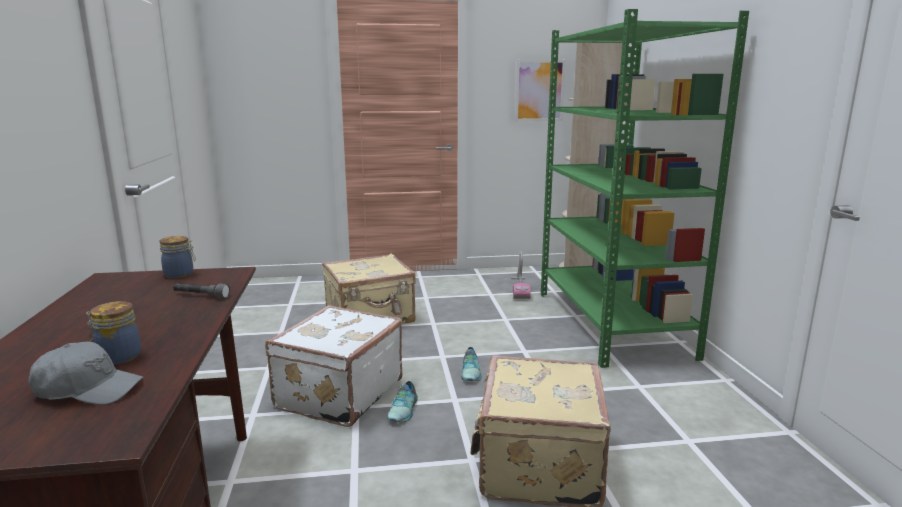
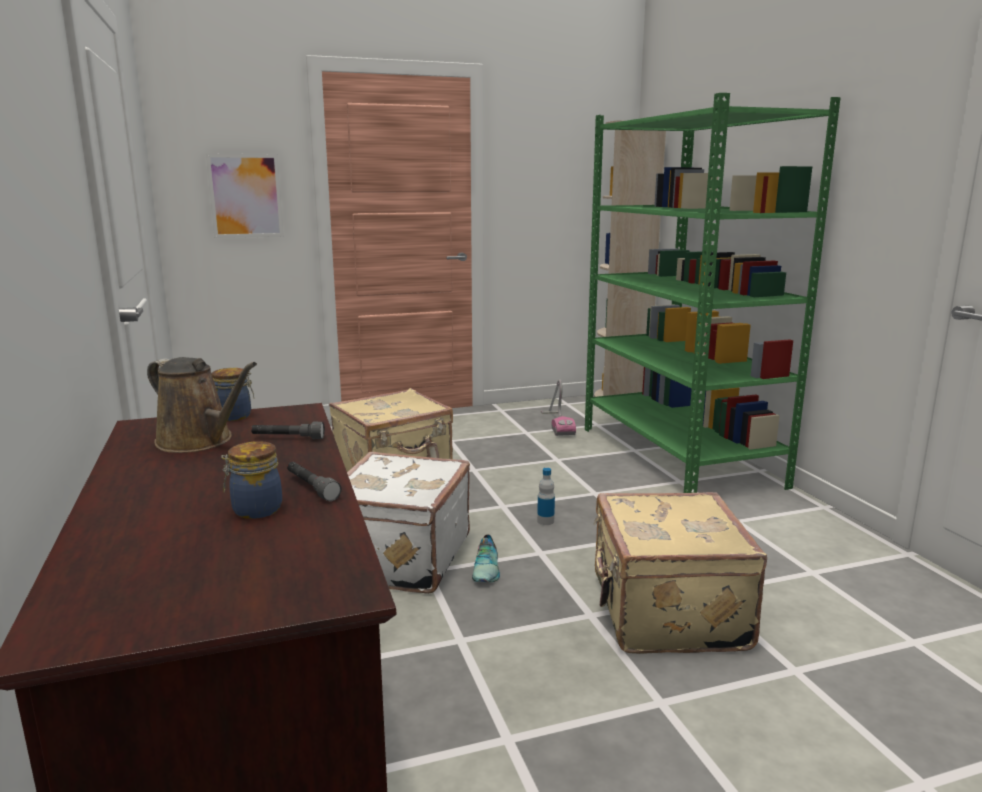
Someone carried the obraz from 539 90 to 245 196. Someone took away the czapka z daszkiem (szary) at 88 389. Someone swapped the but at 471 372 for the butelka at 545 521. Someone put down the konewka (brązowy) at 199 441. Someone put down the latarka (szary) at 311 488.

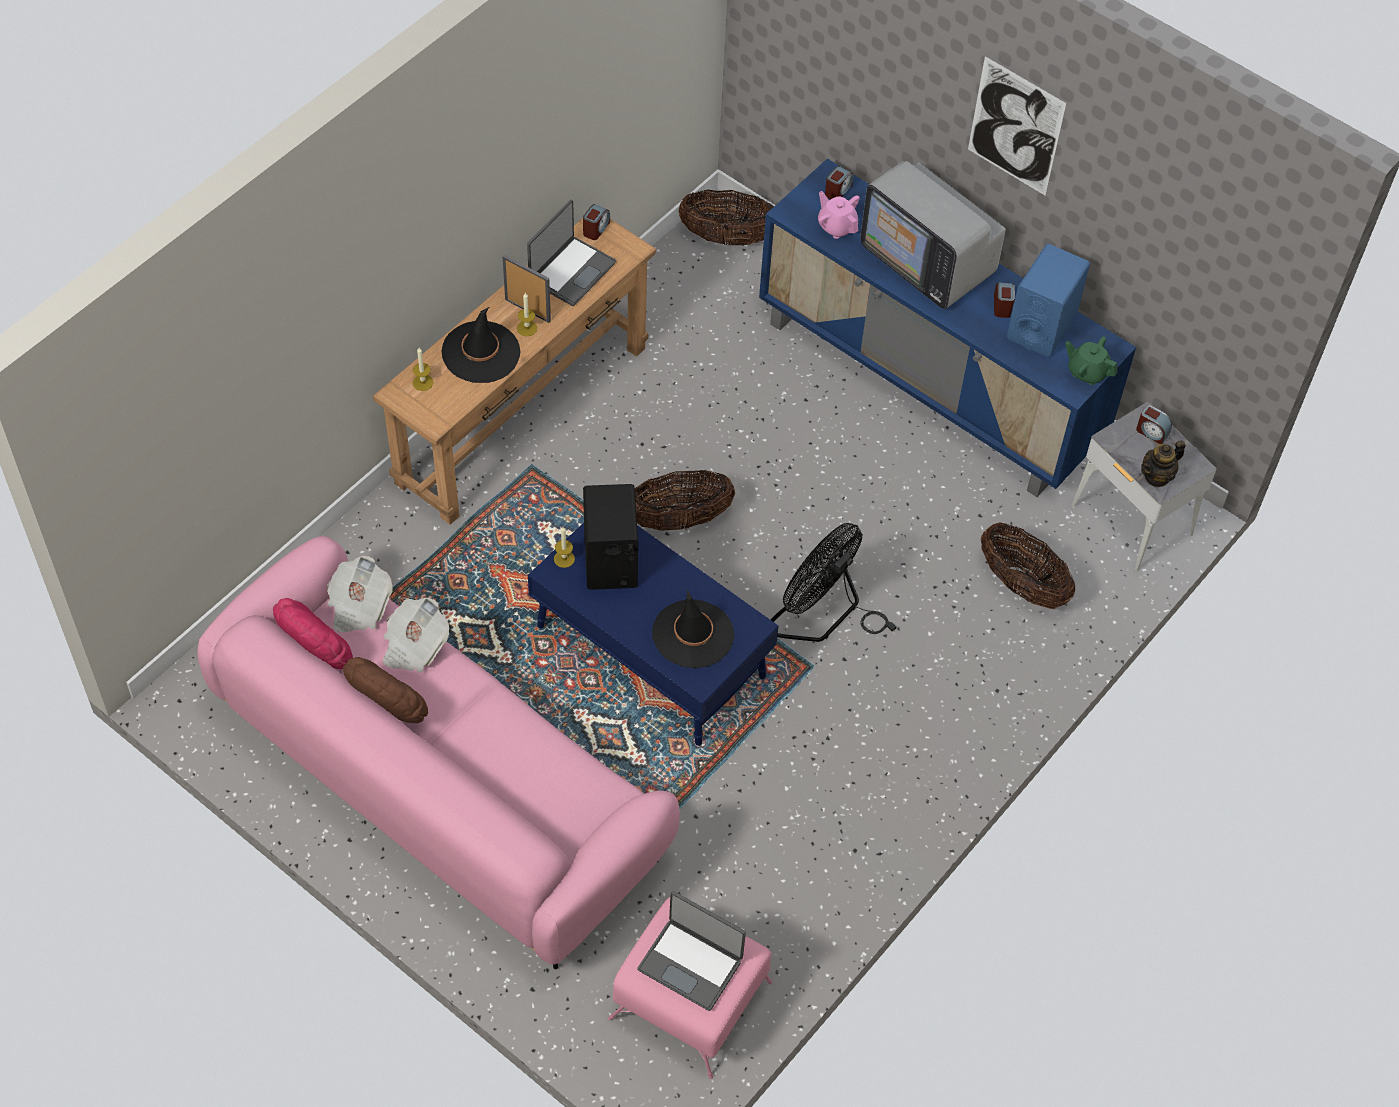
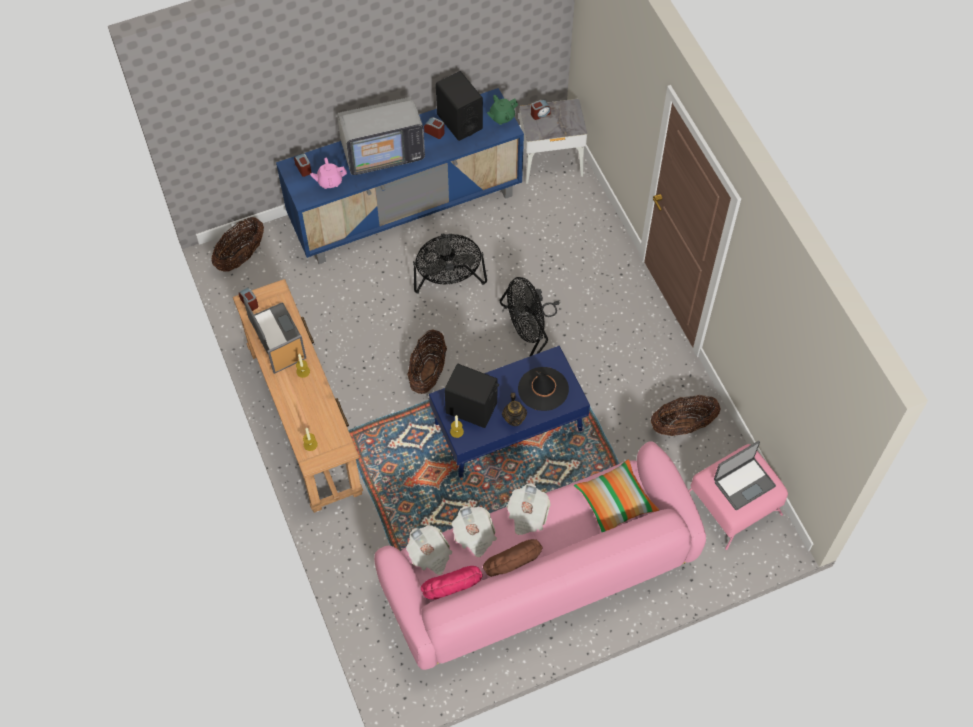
Someone took away the obraz at 1015 126. Someone repainted the głośnik (niebieski) at 1041 326, which became the głośnik (czarny) at 459 121. Someone took away the kapelusz (czarny) at 481 352. Someone carried the imbryk from 1157 476 to 514 418. Someone carried the koszyk from 1022 585 to 682 425. Someone put down the wentylator (czarny) at 445 276. Someone put down the poduszka at 615 502. Someone put down the gazeta at 527 515.

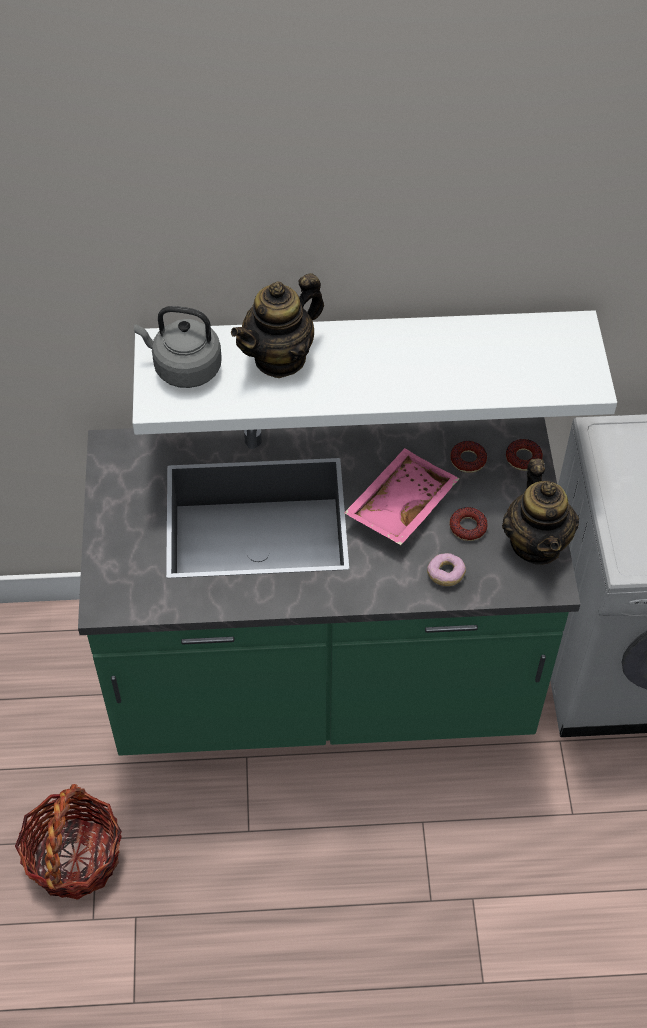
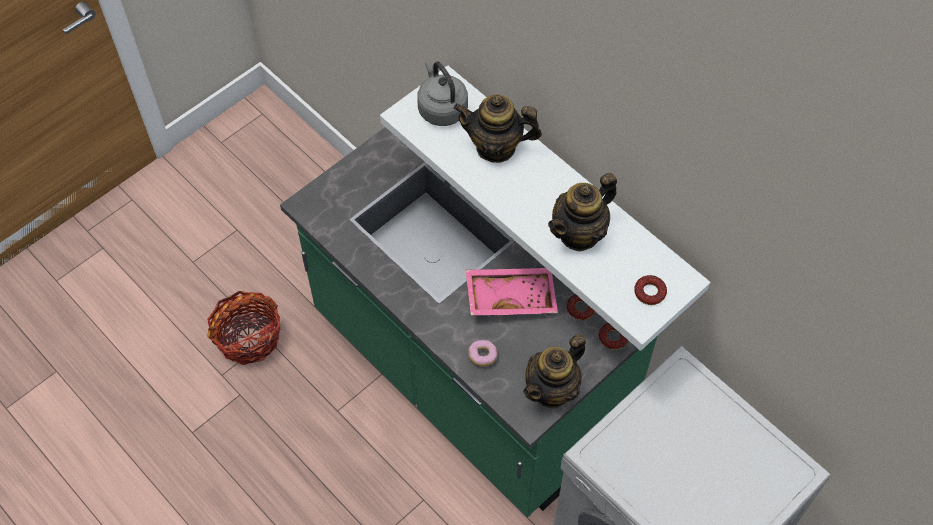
Someone carried the donut from 468 527 to 650 292. Someone put down the imbryk at 579 233.

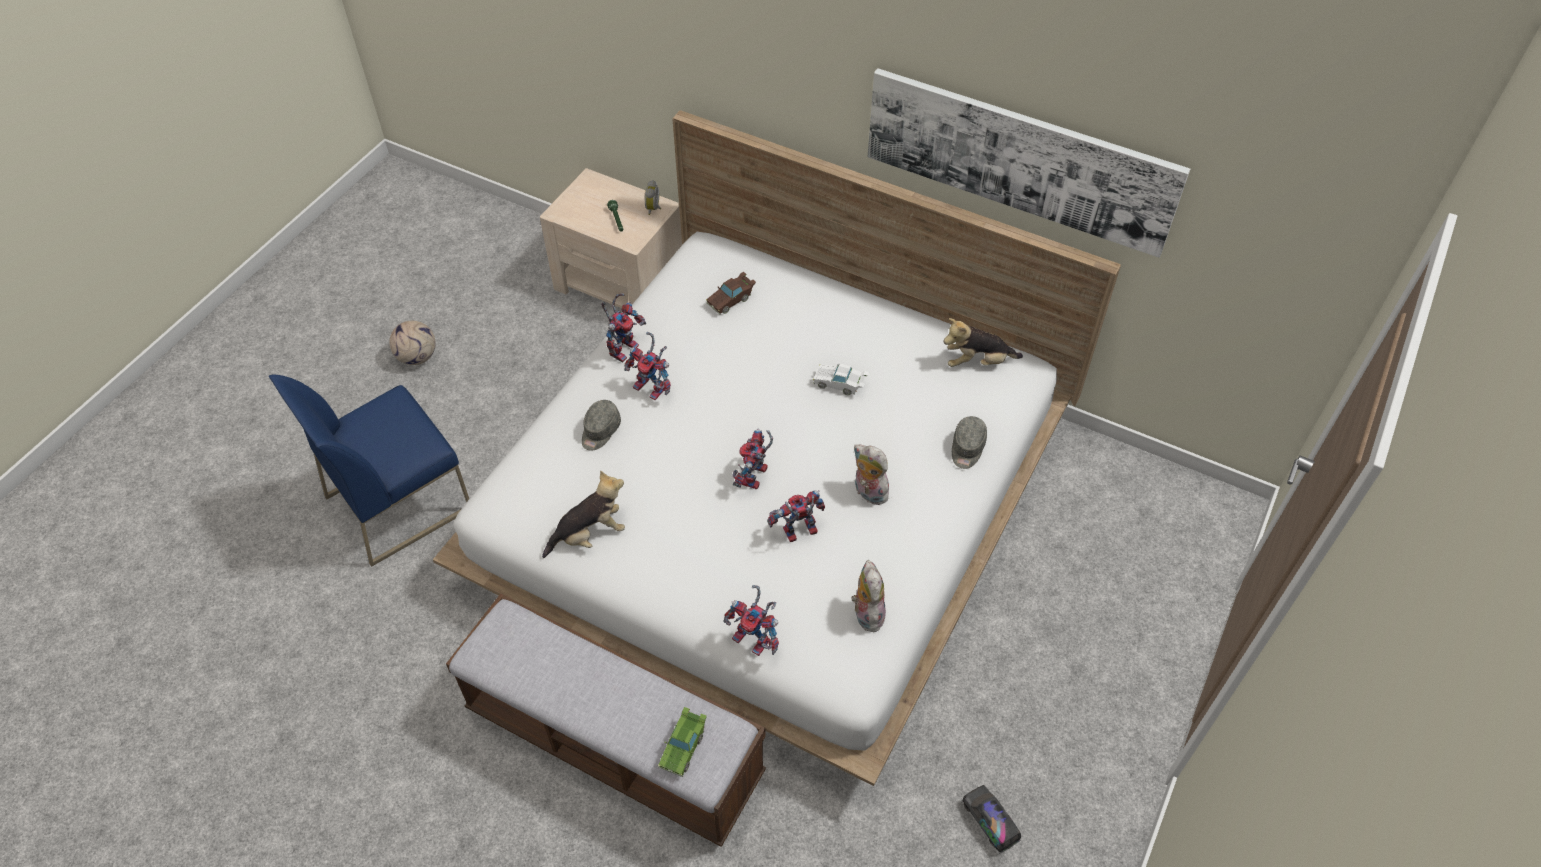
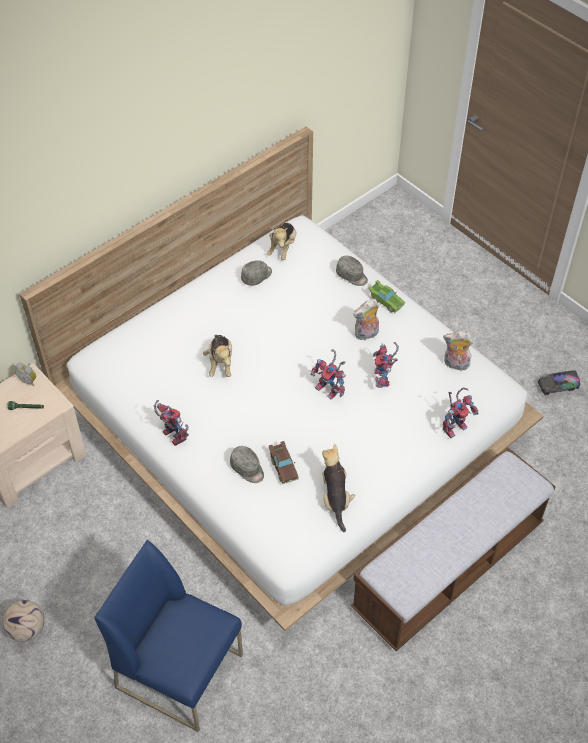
Someone took away the obraz at 1019 159. Someone carried the samochodzik (brązowy) from 731 300 to 283 467. Someone took away the robot zabawkowy at 653 388. Someone took away the samochodzik (biały) at 840 384. Someone rotated the krzesło (niebieski) at 399 501 by 135 degrees clockwise. Someone carried the samochodzik (zielony) from 683 747 to 385 301. Someone put down the czapka z daszkiem (szary) at 257 276. Someone put down the pluszak at 220 363.

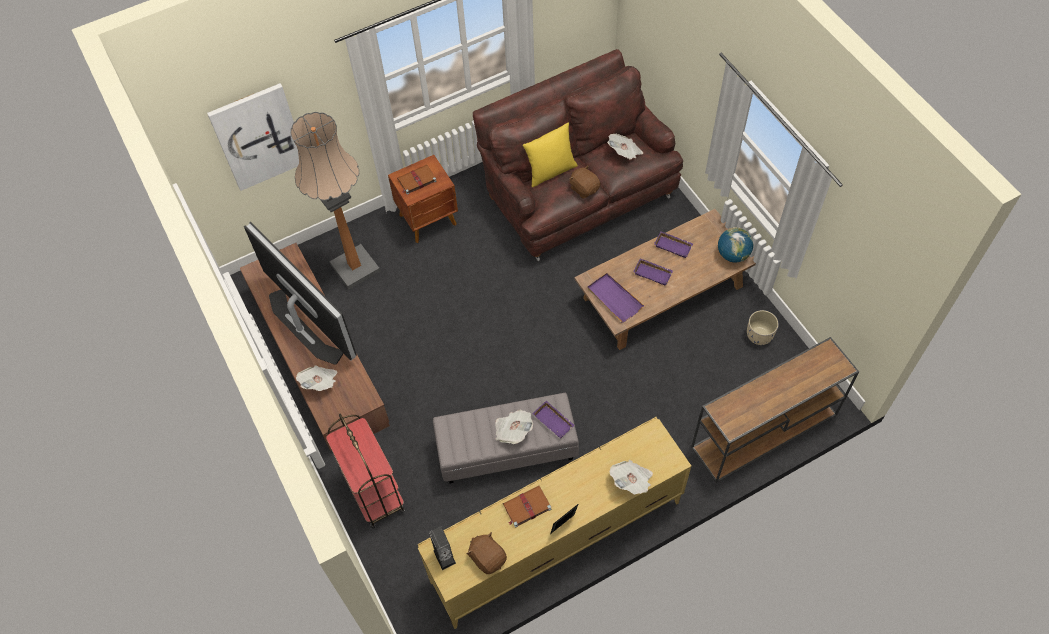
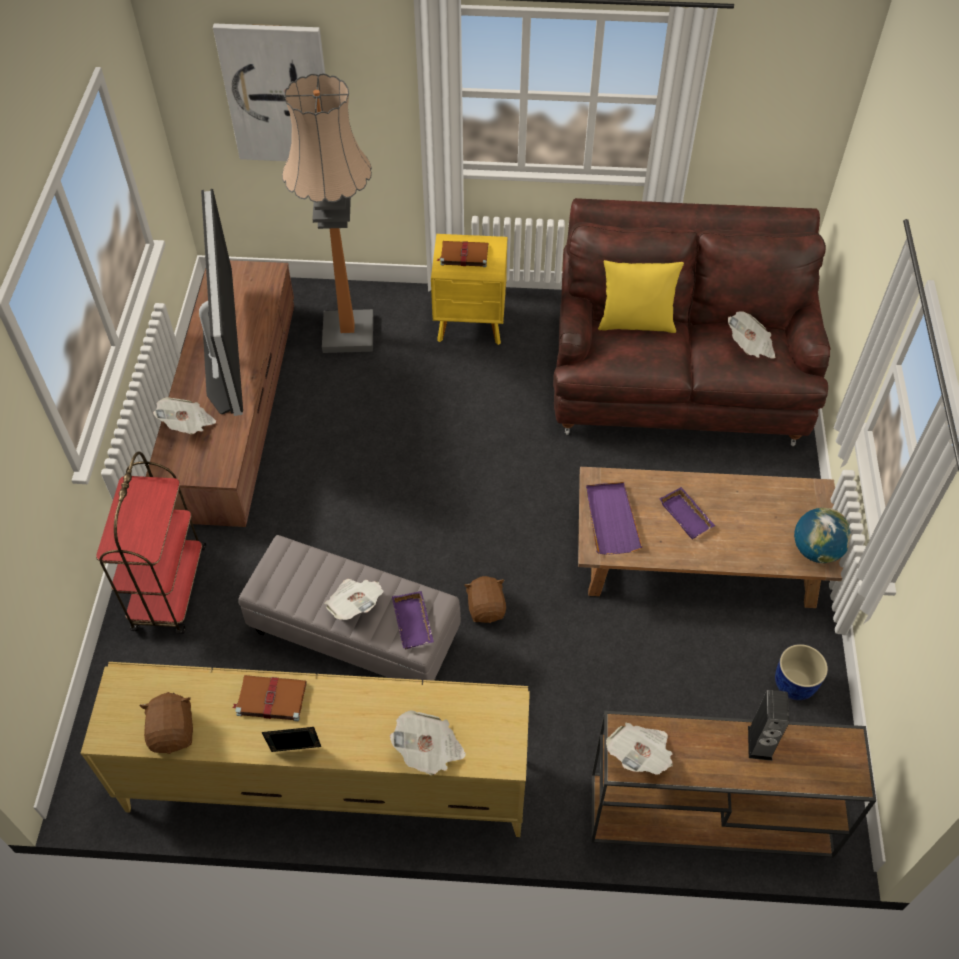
Someone repainted the szafka nocna (brązowy) at 429 220, which became the szafka nocna (żółty) at 471 324. Someone carried the pluszak (brązowy) from 584 188 to 486 608. Someone took away the taca (fioletowy) at 674 246. Someone repainted the donica (beżowy) at 759 336, which became the donica (niebieski) at 794 684. Someone carried the głośnik from 444 557 to 760 743. Someone put down the gazeta at 640 755.

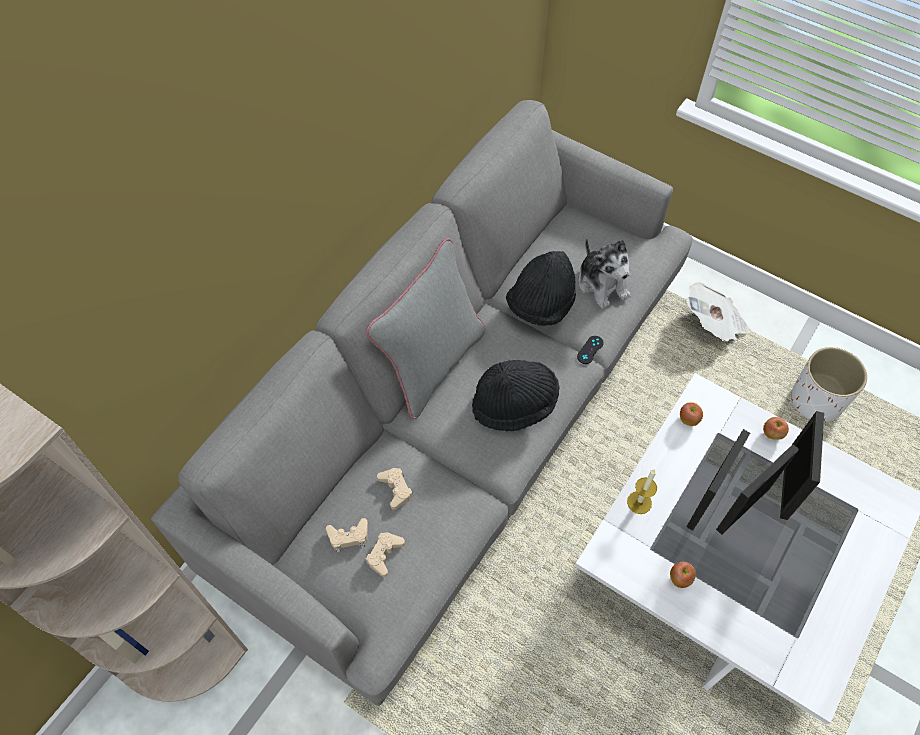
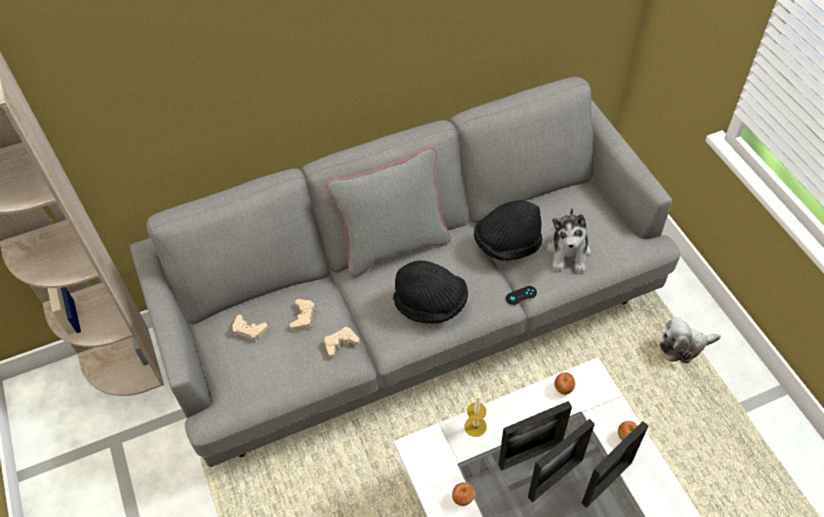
Someone swapped the gazeta at 714 324 for the pluszak at 683 346. Someone took away the donica (biały) at 816 401. Someone rotated the ramka na zdjęcie at 743 509 by 150 degrees clockwise. Someone carried the pad do gier (beżowy) from 384 554 to 340 343.

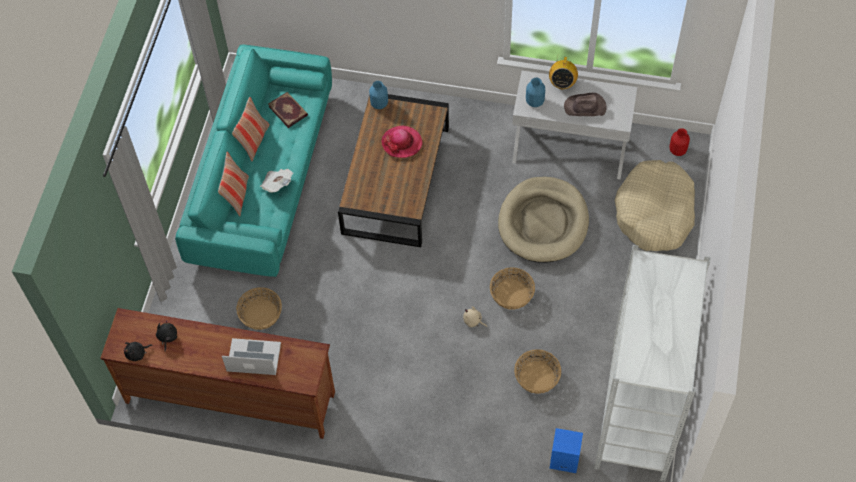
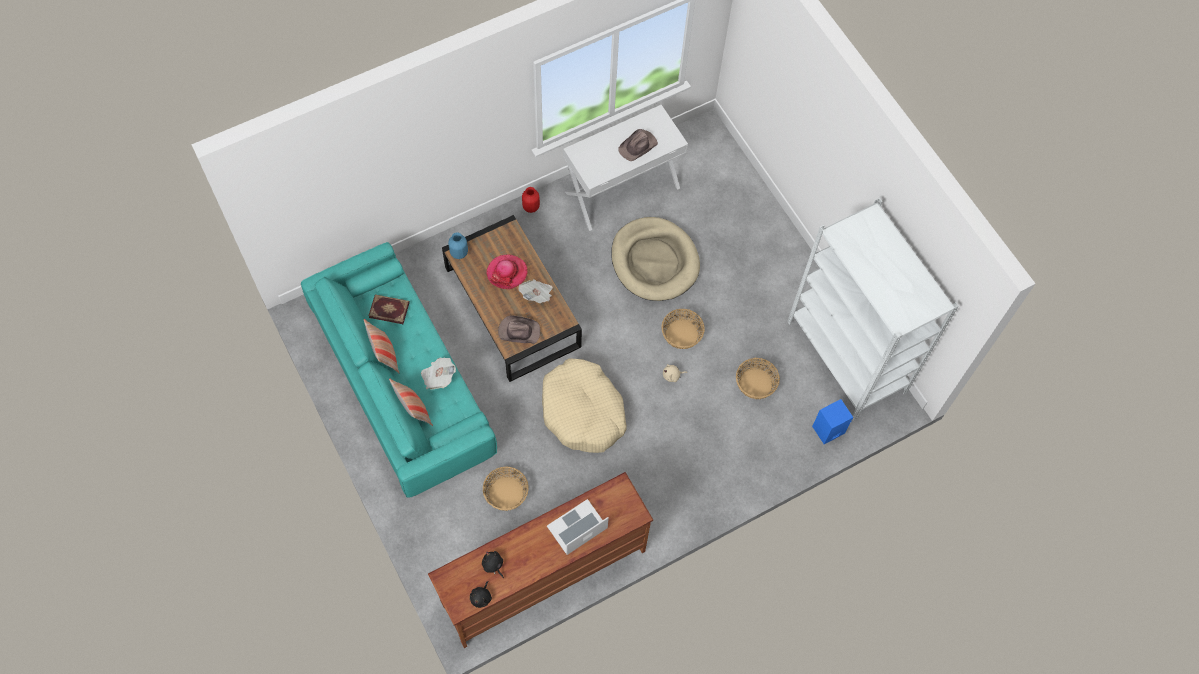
Someone took away the radio at 562 83. Someone took away the wazon (niebieski) at 535 101. Someone carried the wazon (czerwony) from 677 150 to 531 206. Someone carried the legowisko (beżowy) from 655 213 to 583 411. Someone put down the gazeta at 537 295. Someone put down the kapelusz (brązowy) at 518 331.

